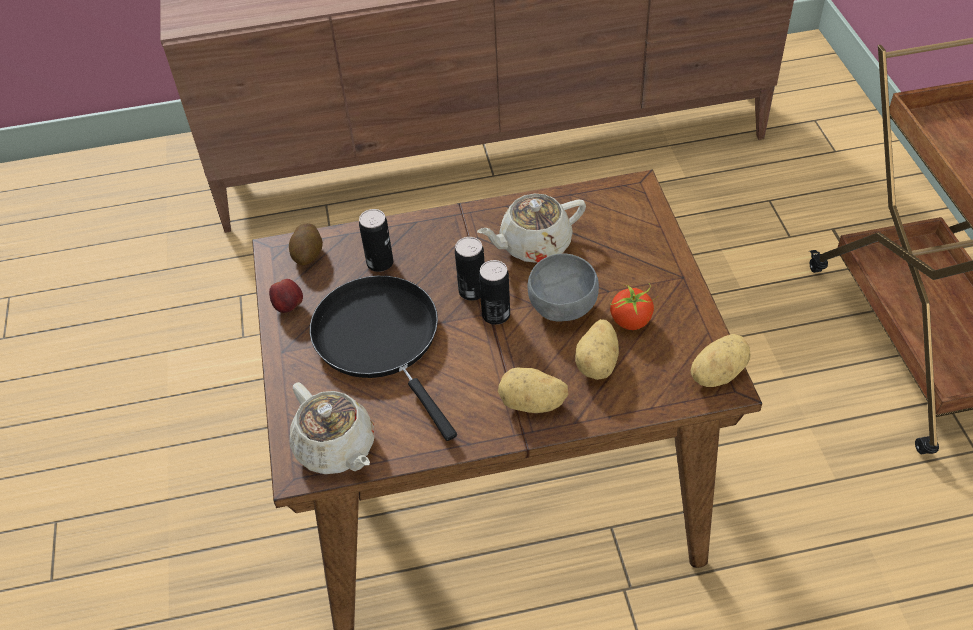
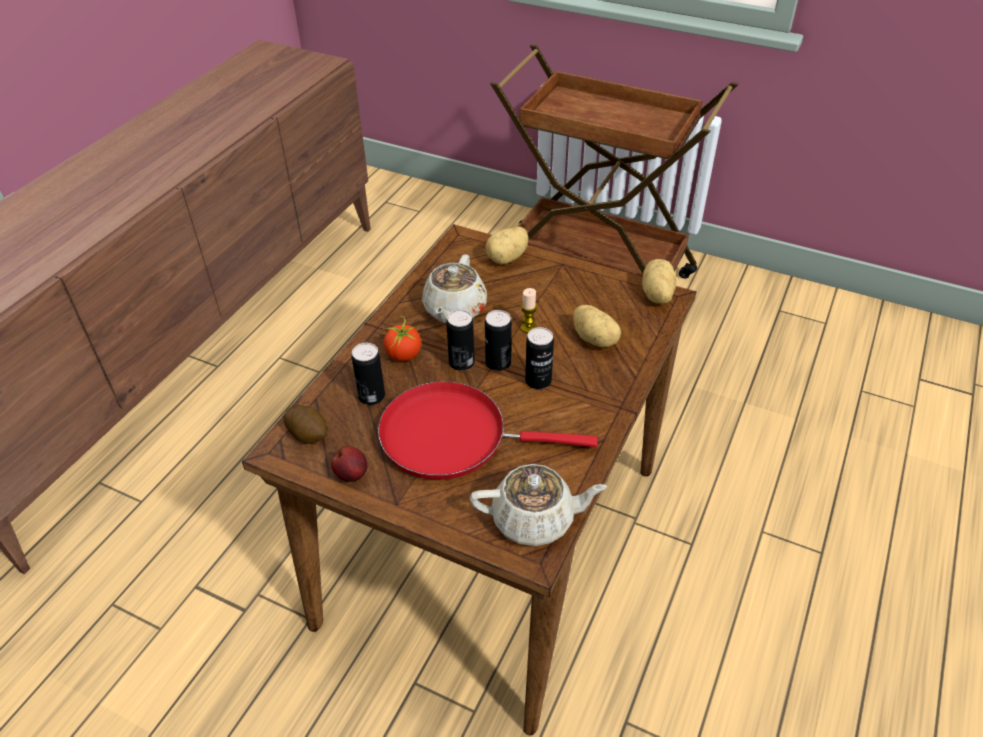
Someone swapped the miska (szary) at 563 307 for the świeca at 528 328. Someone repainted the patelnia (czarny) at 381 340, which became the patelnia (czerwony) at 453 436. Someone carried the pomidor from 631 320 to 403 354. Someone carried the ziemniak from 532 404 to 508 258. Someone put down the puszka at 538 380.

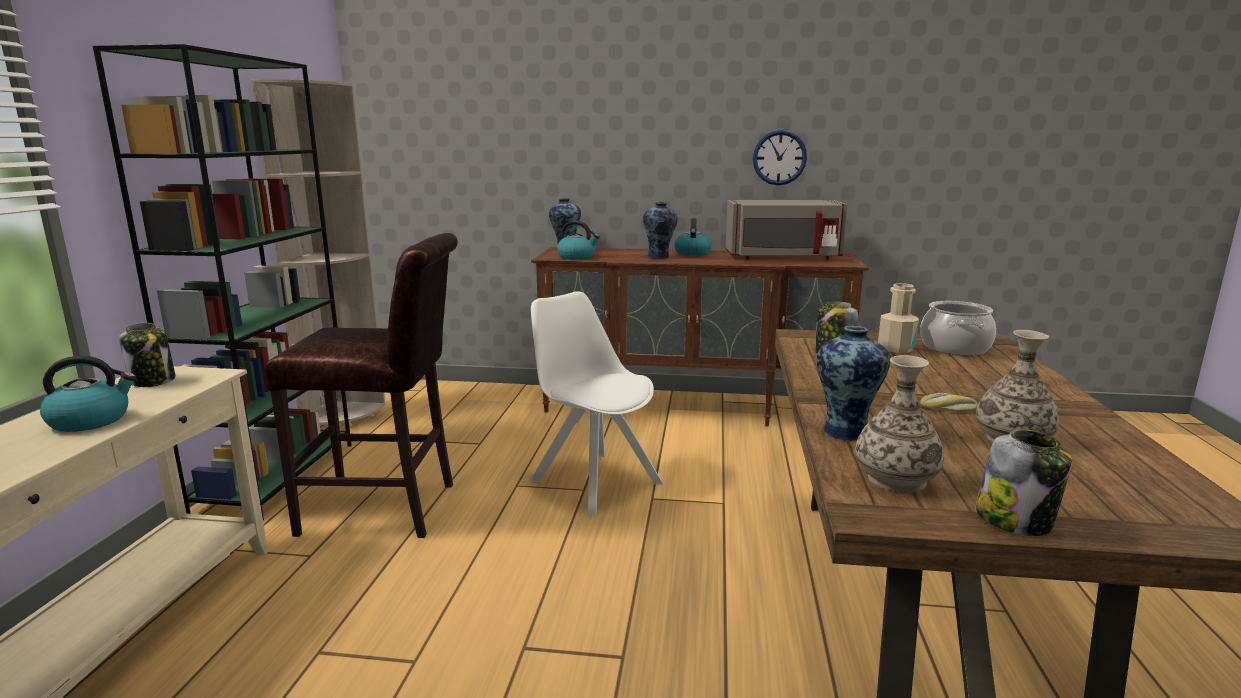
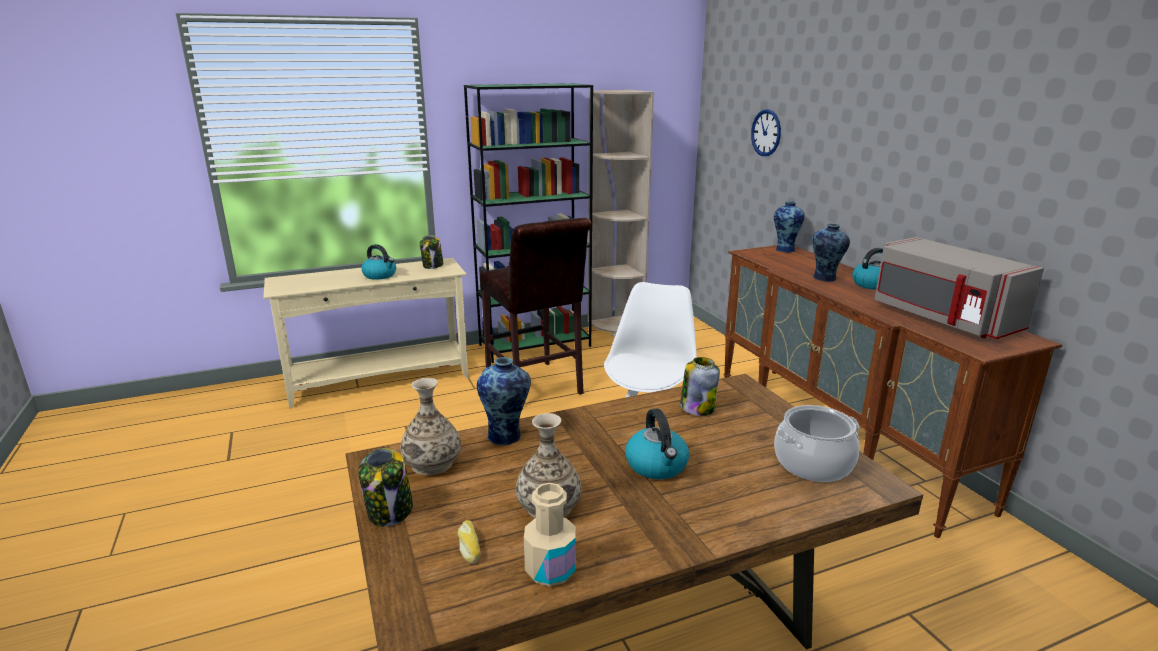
Someone carried the zegar ścienny from 779 158 to 766 133. Someone carried the czajnik from 577 257 to 657 466. Someone carried the butelka (beżowy) from 896 348 to 550 570. Someone carried the chleb from 948 409 to 468 546.

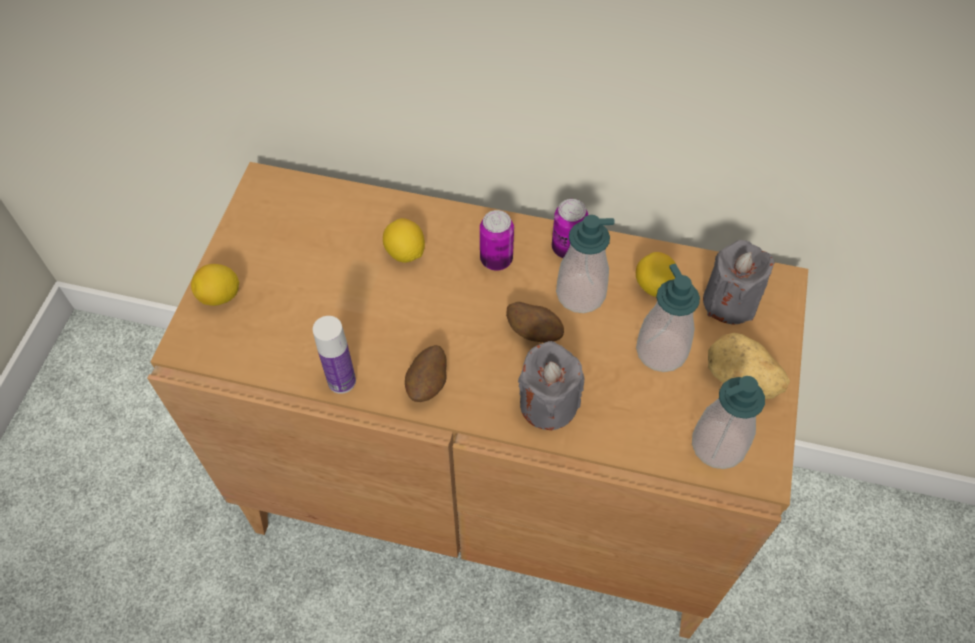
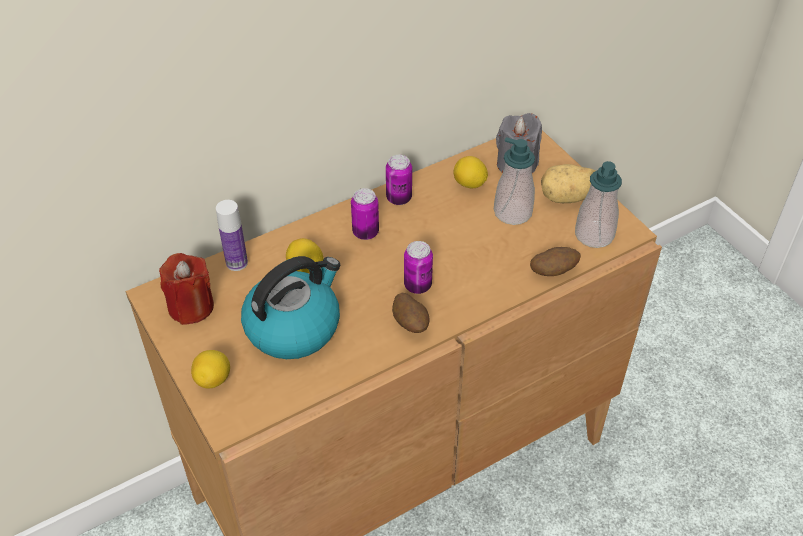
Someone took away the dozownik mydła at 580 294. Someone carried the ziemniak from 534 332 to 553 271. Someone carried the butelka from 341 381 to 237 263. Someone took away the świeca (szary) at 548 404. Someone put down the puszka at 417 285. Someone put down the świeca (czerwony) at 191 306. Someone put down the czajnik at 294 326.

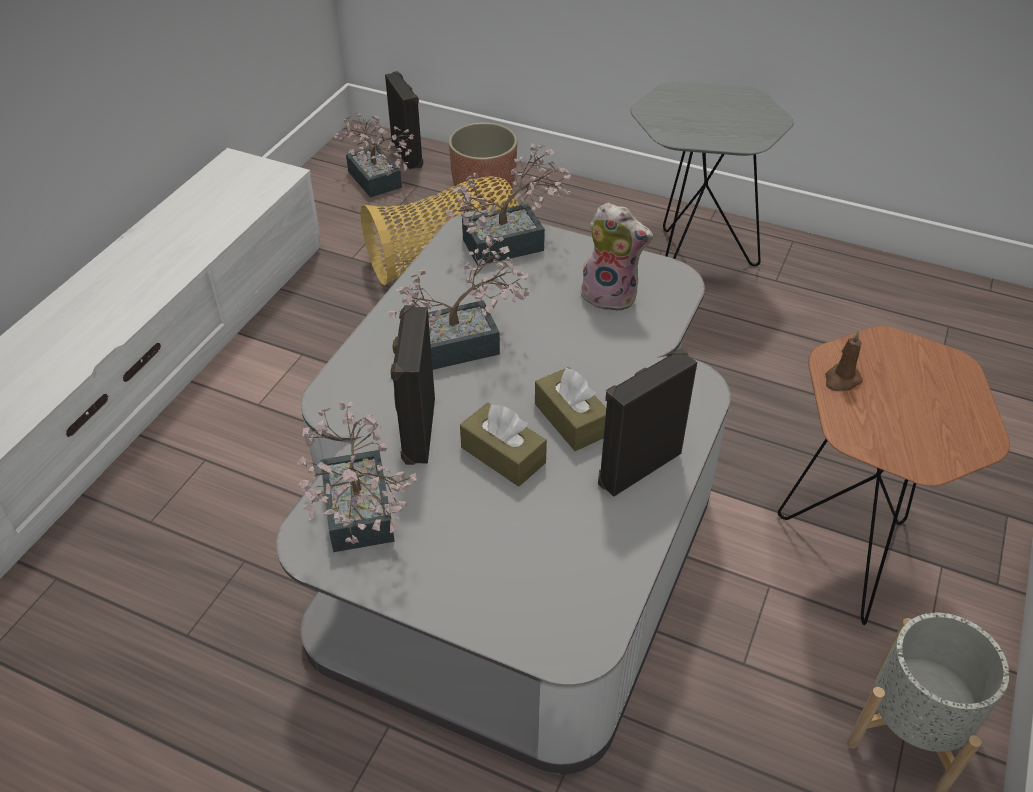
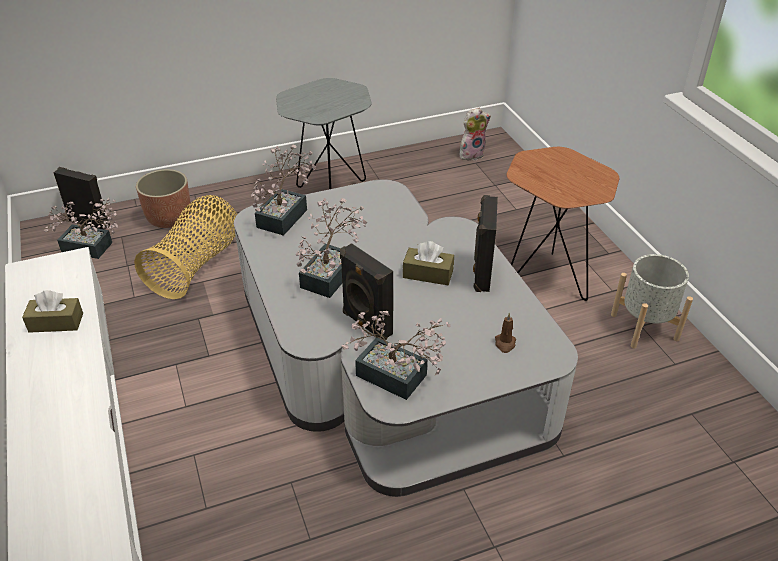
Someone carried the pluszak from 611 295 to 471 154. Someone carried the świeca (brązowy) from 841 380 to 505 344. Someone carried the pudełko chusteczek (brązowy) from 503 455 to 56 322.

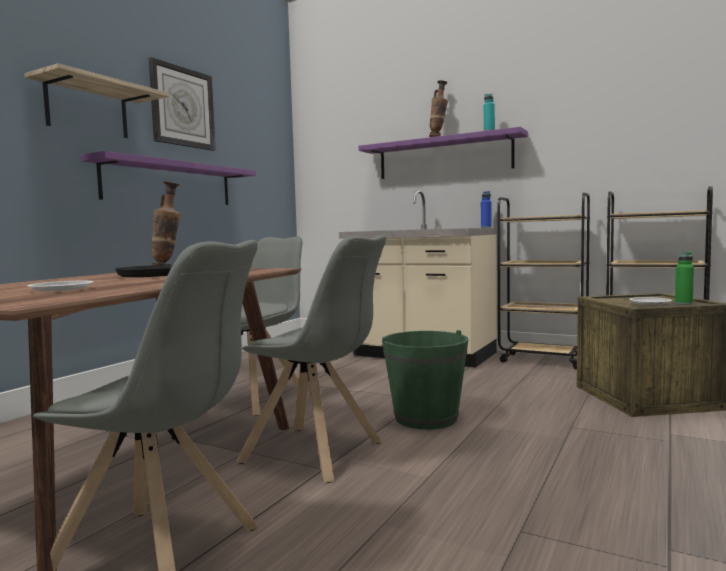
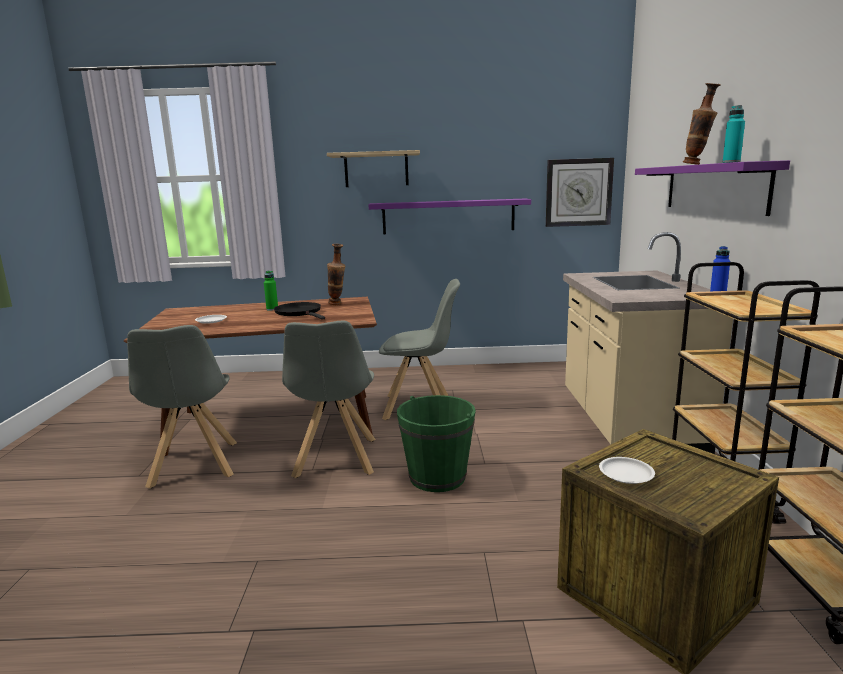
Someone carried the zegar ścienny from 182 107 to 578 192. Someone carried the butelka (zielony) from 683 303 to 272 309.

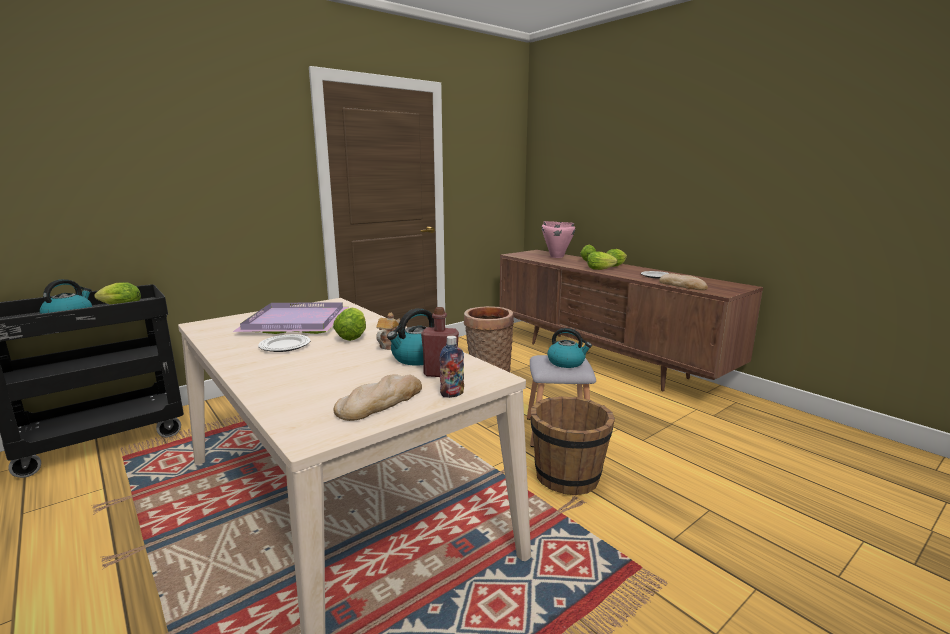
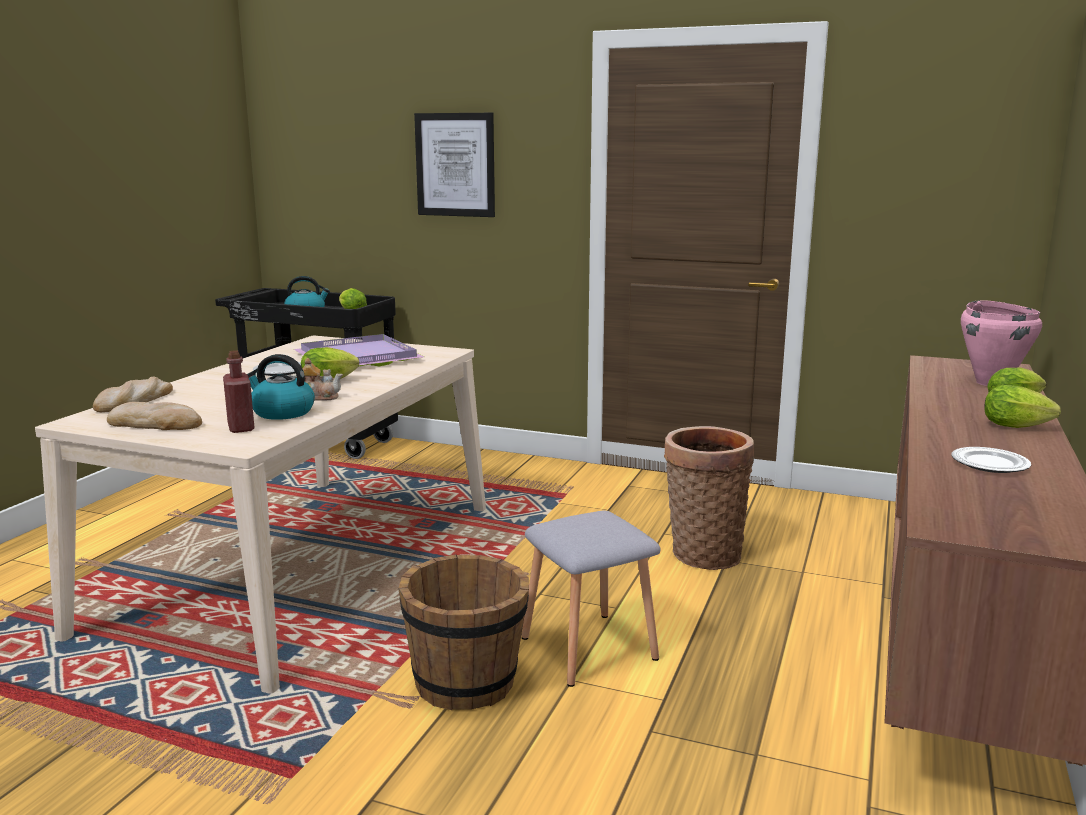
Someone took away the sałata at 601 269. Someone carried the chleb from 682 285 to 134 401. Someone took away the czajnik at 567 362. Someone took away the butelka at 452 394. Someone put up the obraz at 455 165.

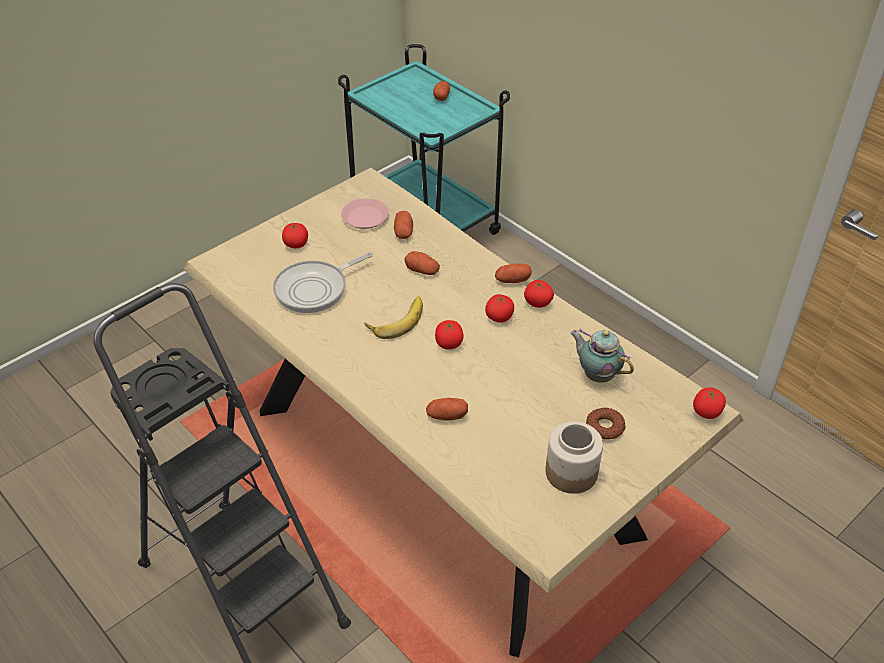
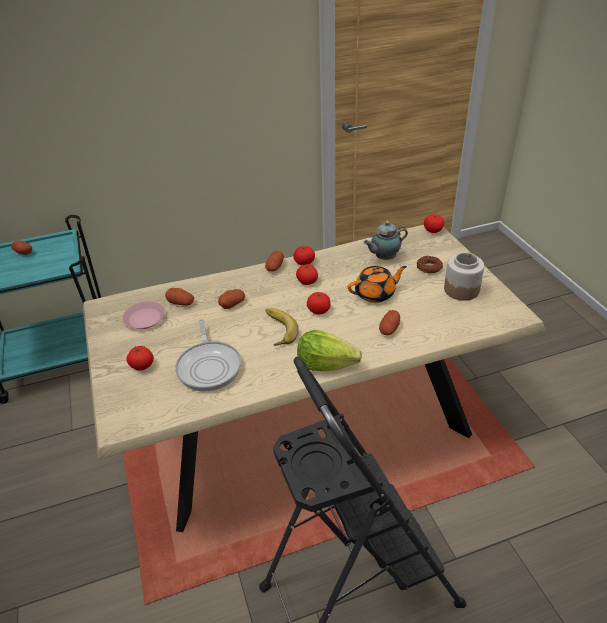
Someone put down the imbryk (pomarańczowy) at 375 294. Someone put down the sałata at 325 364.

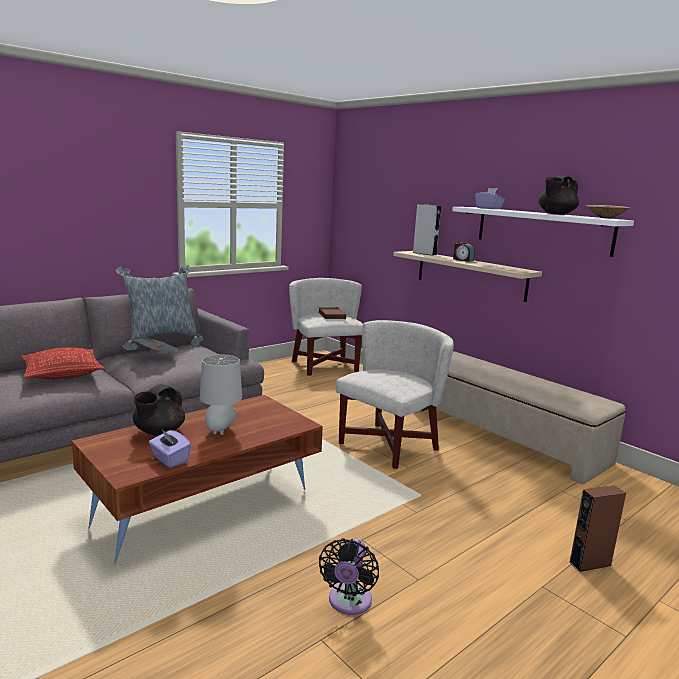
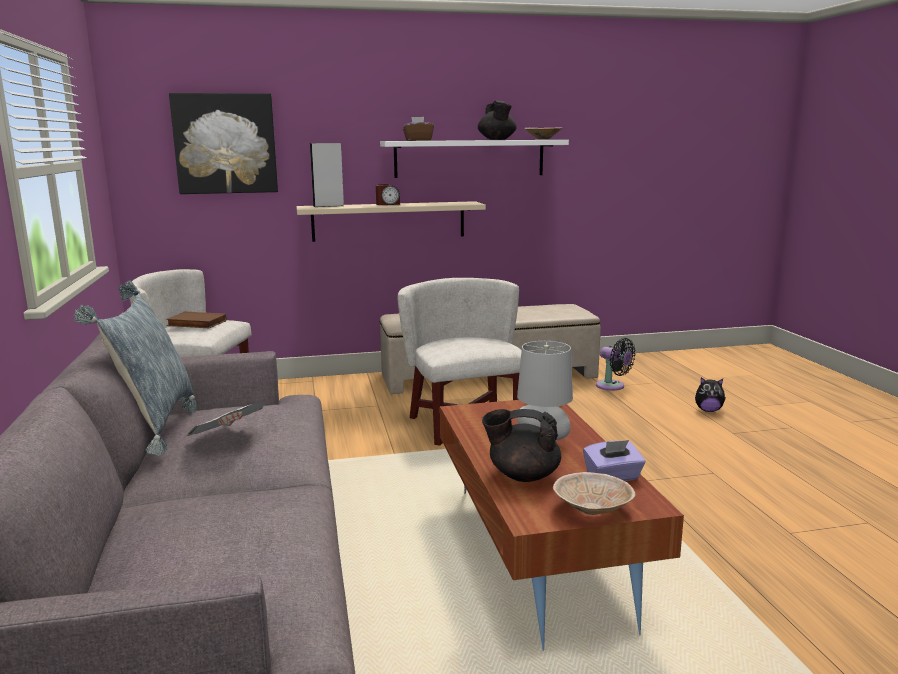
Someone repainted the pudełko chusteczek (fioletowy) at 488 208, which became the pudełko chusteczek (brązowy) at 418 140. Someone took away the poduszka (czerwony) at 62 374. Someone rotated the imbryk (czarny) at 158 432 by 135 degrees clockwise. Someone swapped the głośnik (brązowy) at 590 563 for the pluszak at 708 410. Someone carried the wentylator (czarny) from 348 602 to 613 386. Someone put up the obraz at 225 144. Someone put down the miska (beżowy) at 593 509.

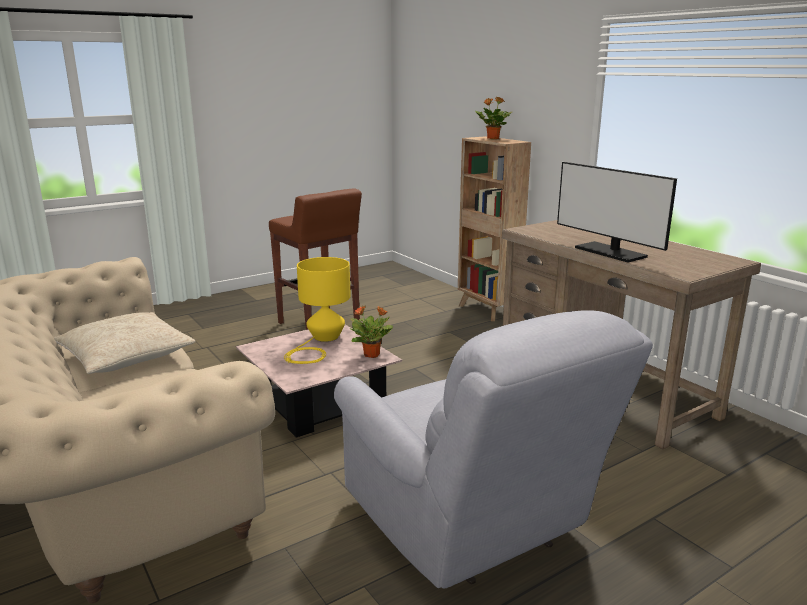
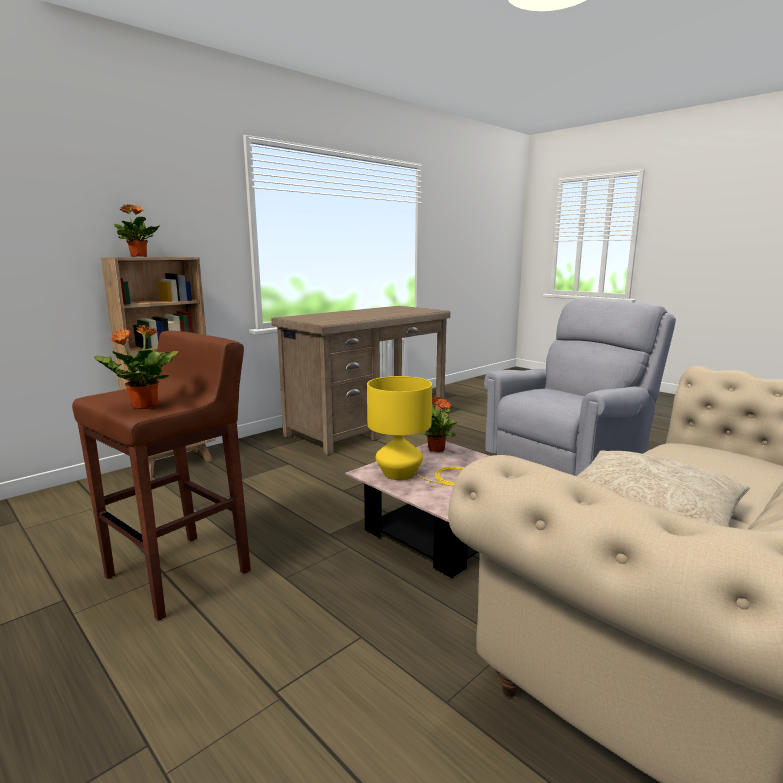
Someone took away the monitor at 610 252. Someone put down the roślina doniczkowa at 144 406.

